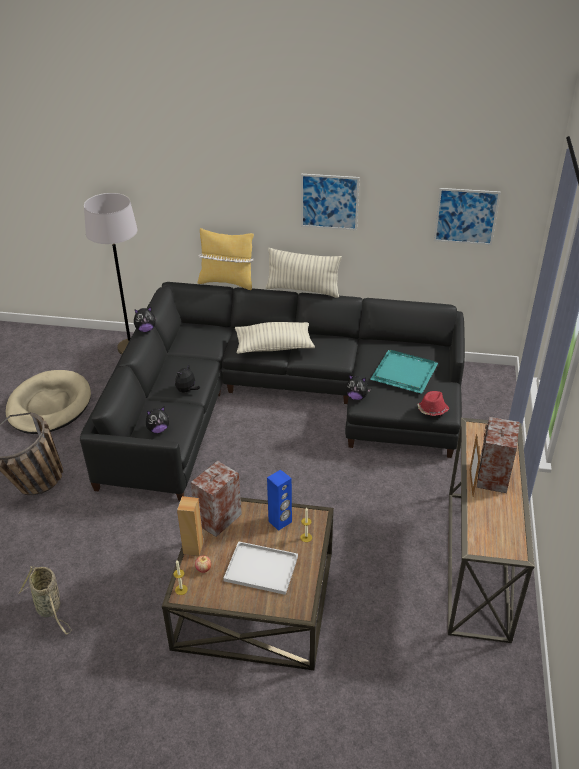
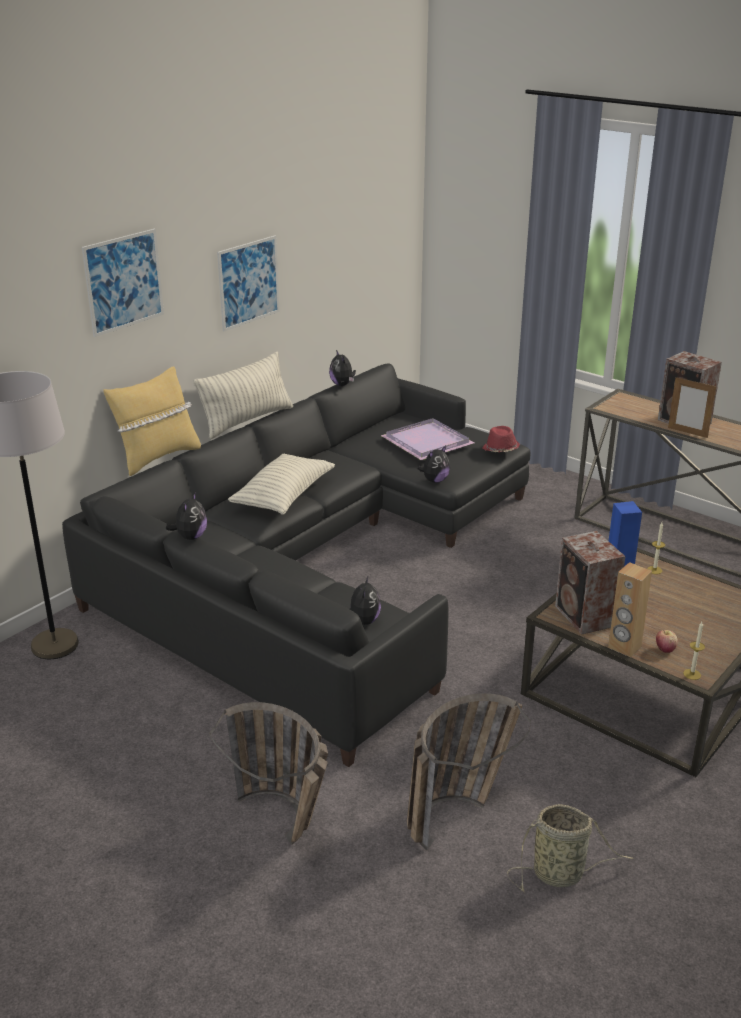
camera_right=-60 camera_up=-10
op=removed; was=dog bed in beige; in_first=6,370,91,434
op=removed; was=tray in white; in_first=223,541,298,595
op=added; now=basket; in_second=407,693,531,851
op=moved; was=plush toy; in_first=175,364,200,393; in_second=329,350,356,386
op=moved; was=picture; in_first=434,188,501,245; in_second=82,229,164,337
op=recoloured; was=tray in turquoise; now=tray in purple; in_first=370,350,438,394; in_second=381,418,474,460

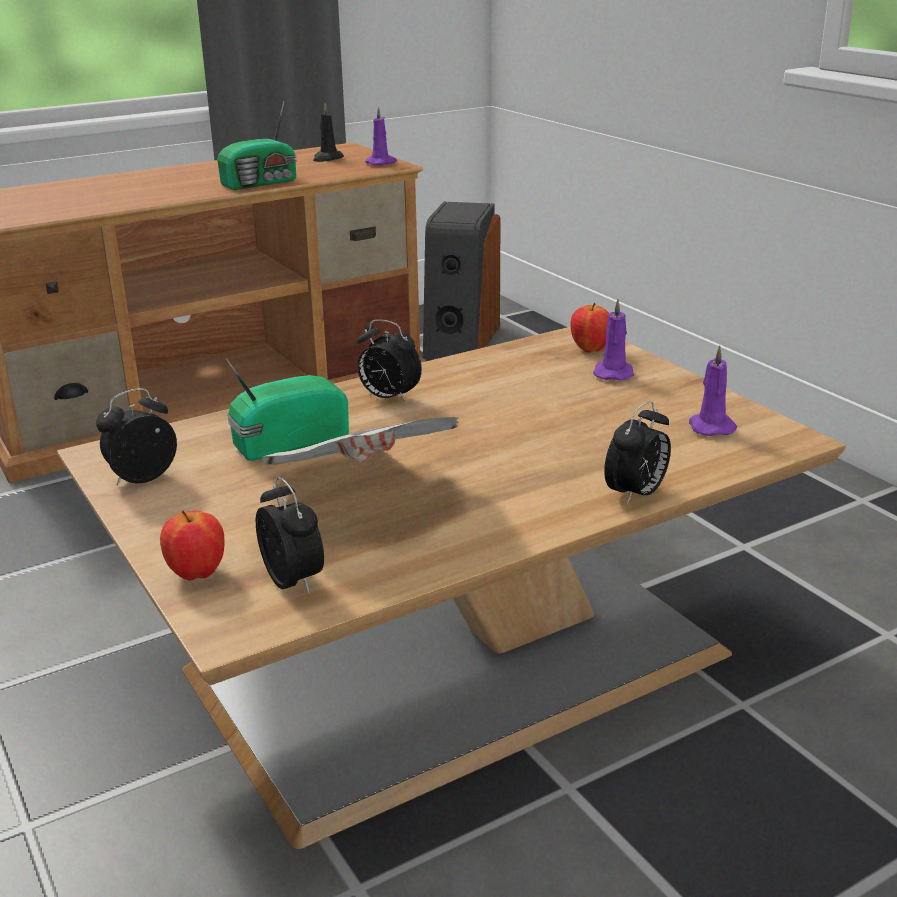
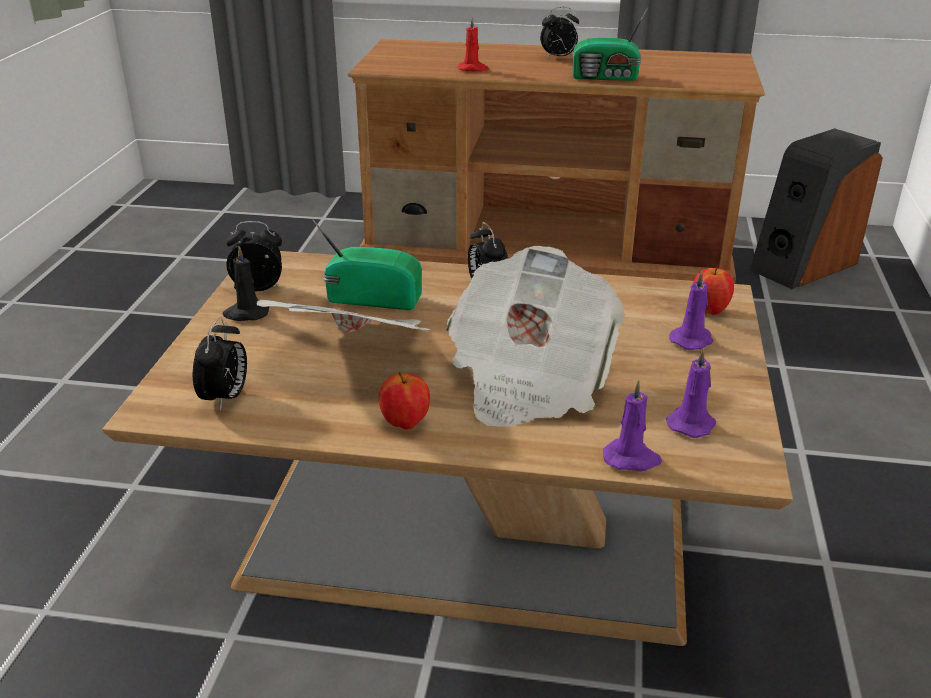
camera_right=40 camera_up=5
op=added; now=newspaper; in_second=447,246,625,427
op=added; now=candle in red; in_second=458,16,489,72
op=moved; was=apple; in_first=160,511,225,581; in_second=379,372,430,430
op=moved; was=candle in black; in_first=313,103,344,162; in_second=223,246,269,321
op=moved; was=candle in purple; in_first=365,106,397,165; in_second=603,380,662,471
op=moved; was=alarm clock; in_first=604,401,671,506; in_second=540,7,579,59

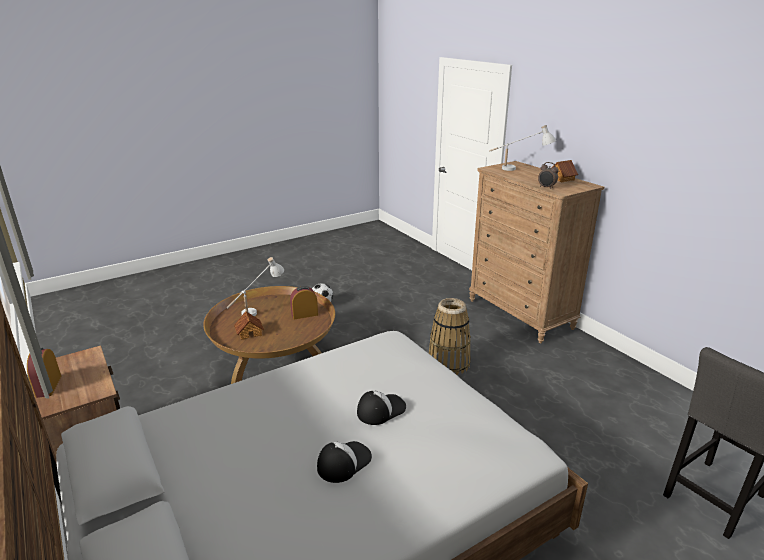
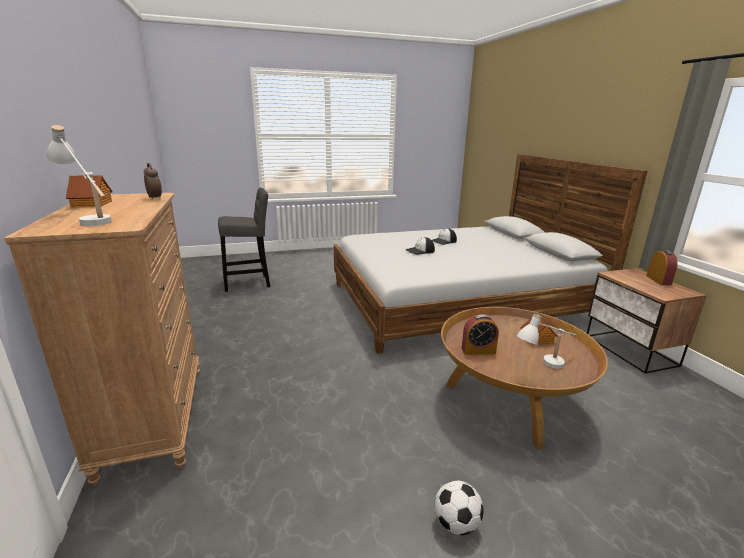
camera_right=-165 camera_up=-5
op=removed; was=basket; in_first=429,298,471,375

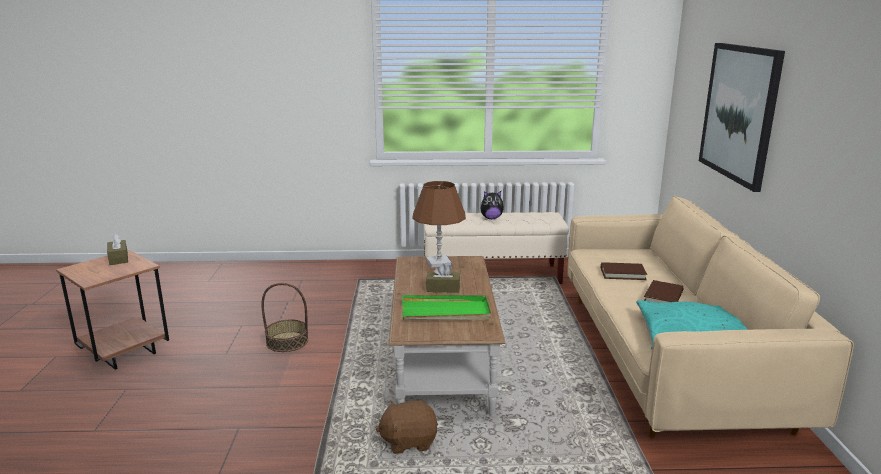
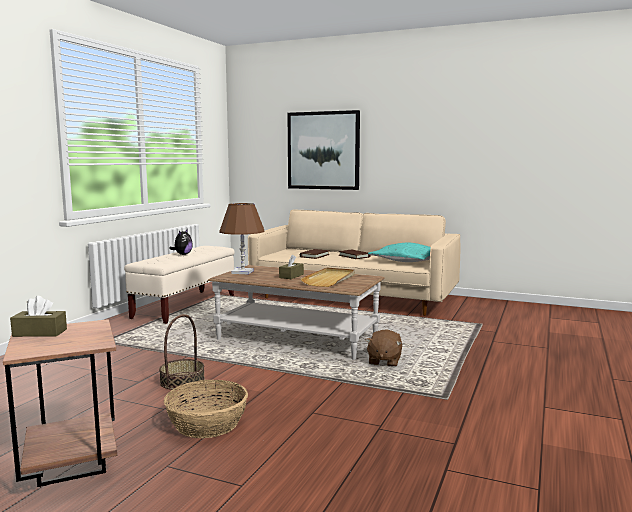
camera_right=-65 camera_up=-10
op=added; now=basket; in_second=164,380,248,438
op=recoloured; was=tray in green; now=tray in beige; in_first=402,295,491,321; in_second=300,267,355,287

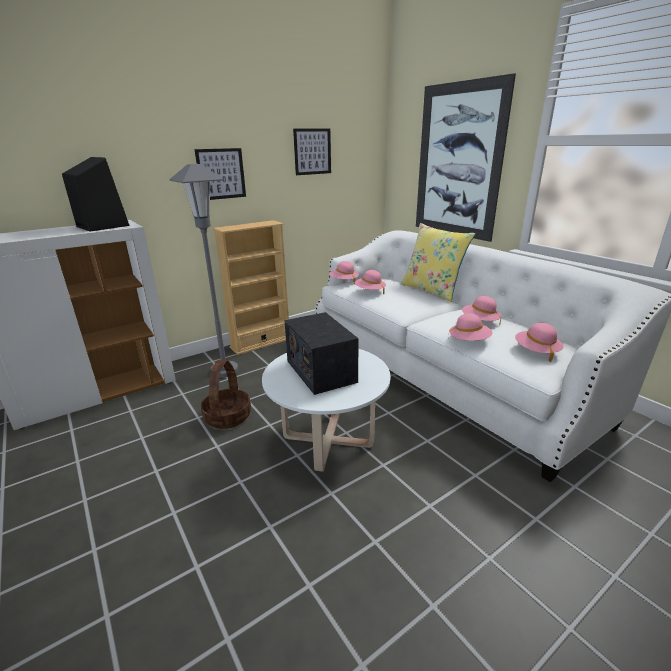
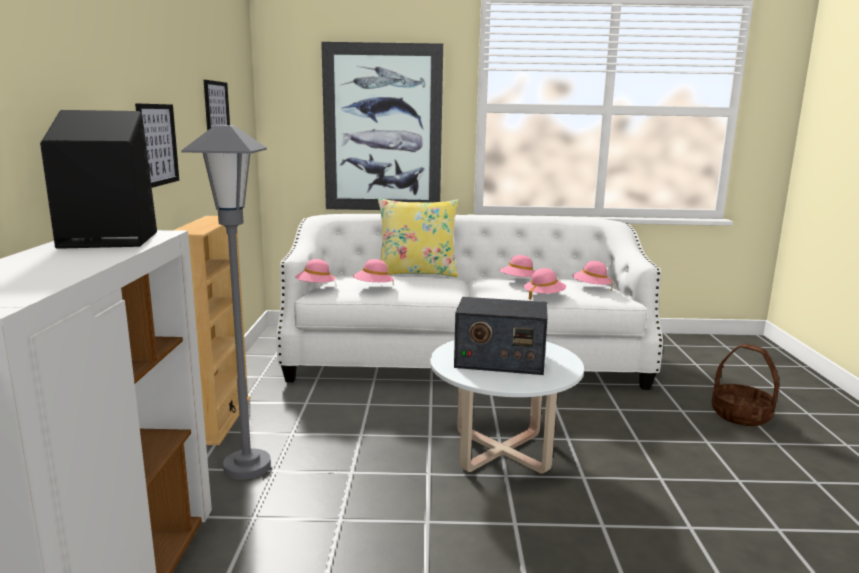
camera_right=-55 camera_up=-10
op=moved; was=basket; in_first=201,360,251,429; in_second=712,344,779,426

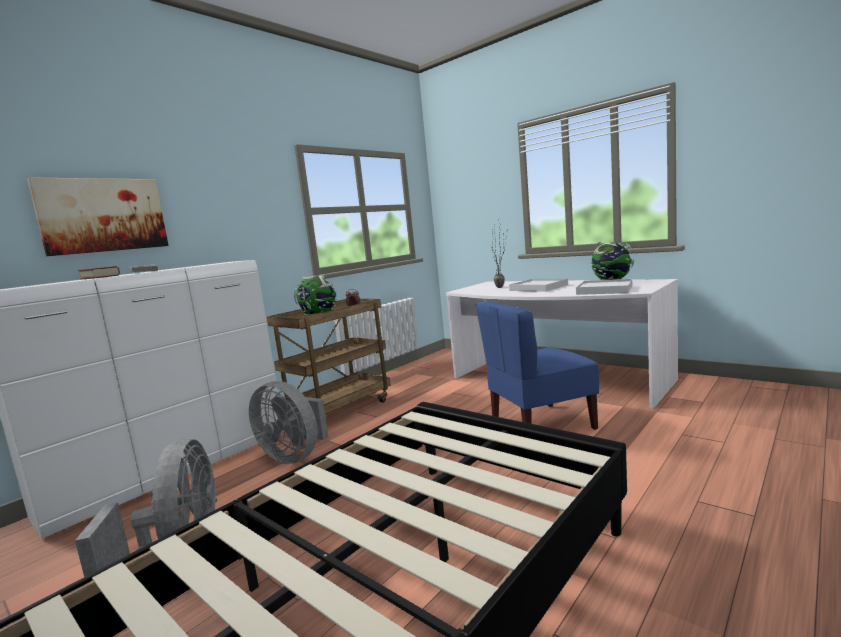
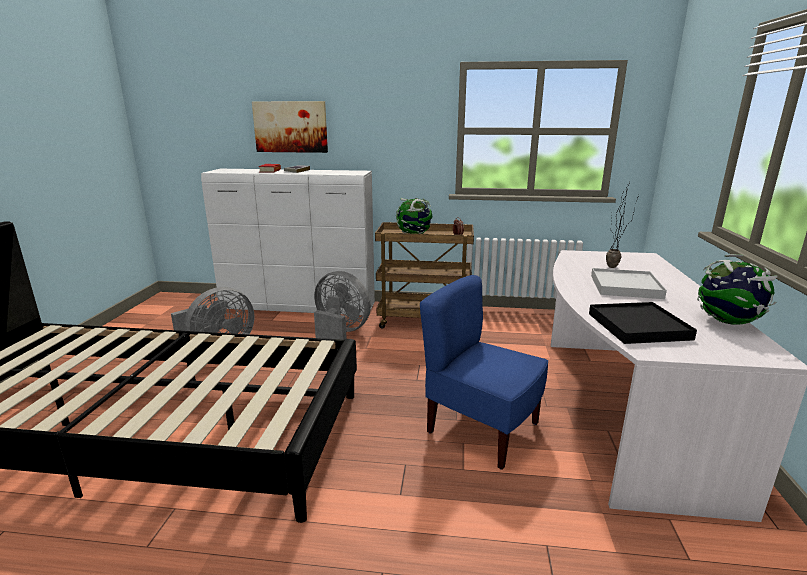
camera_right=55 camera_up=10
op=recoloured; was=tray in white; now=tray in black; in_first=576,279,632,295; in_second=589,302,697,344
op=turned; was=fan in grey; in_first=249,381,328,464; in_second=314,271,371,341; clockwise=120

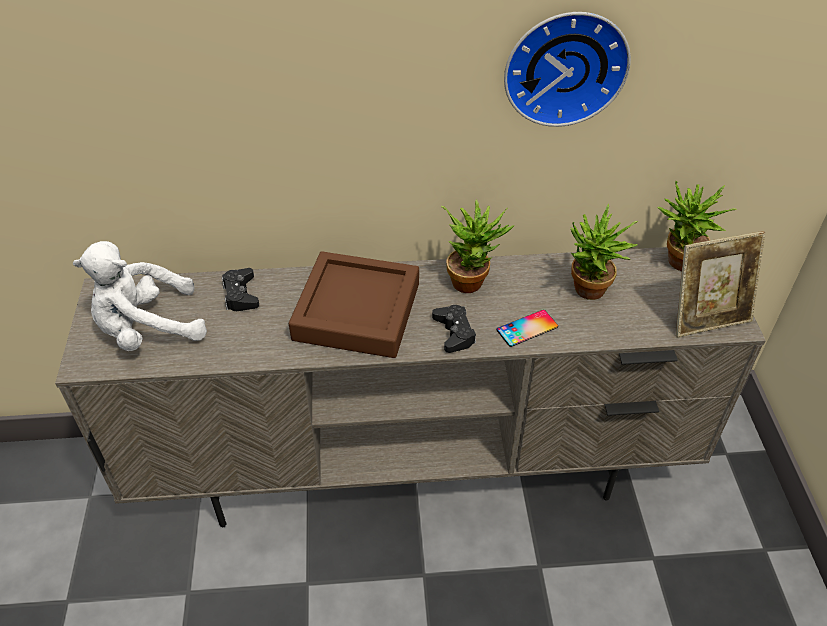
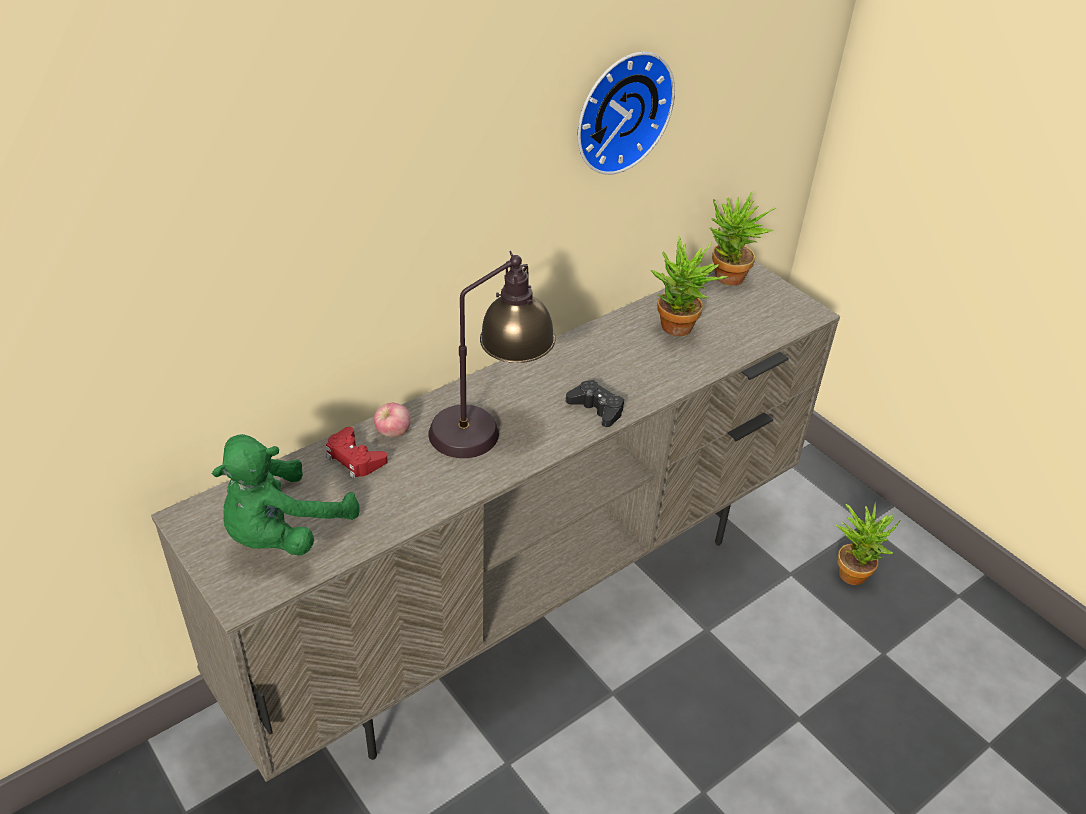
camera_right=-35 camera_up=-5
op=removed; was=phone; in_first=497,310,558,347
op=removed; was=picture frame; in_first=676,231,766,337
op=added; now=apple; in_second=374,403,411,437
op=moved; was=potted plant; in_first=441,200,515,293; in_second=836,502,901,585
op=replaced; was=tray in brown; now=table lamp; in_first=289,251,419,358; in_second=428,251,556,458
op=recoloured; was=plush toy in white; now=plush toy in green; in_first=73,241,207,351; in_second=212,434,360,555
op=recoloured; was=game controller in black; now=game controller in red; in_first=222,268,259,311; in_second=326,427,388,479

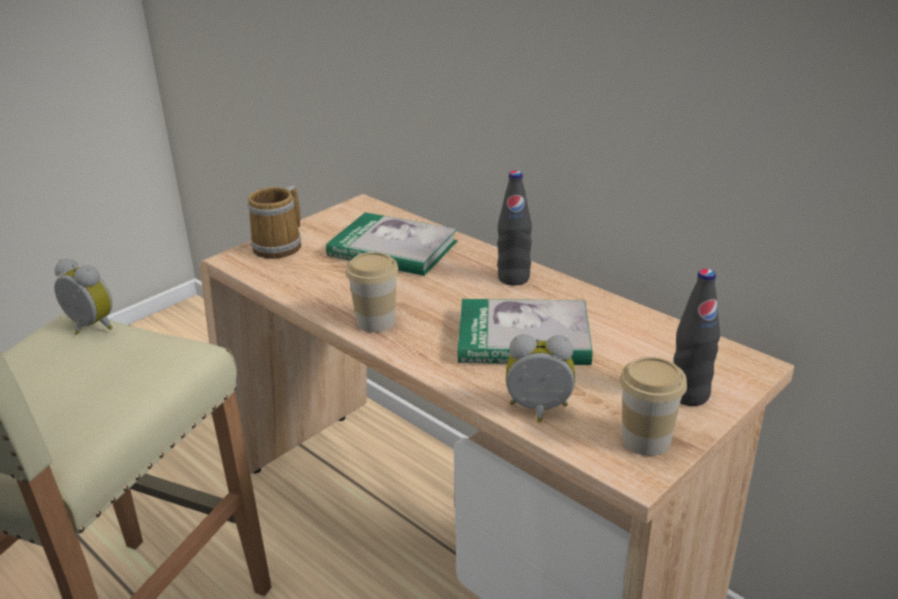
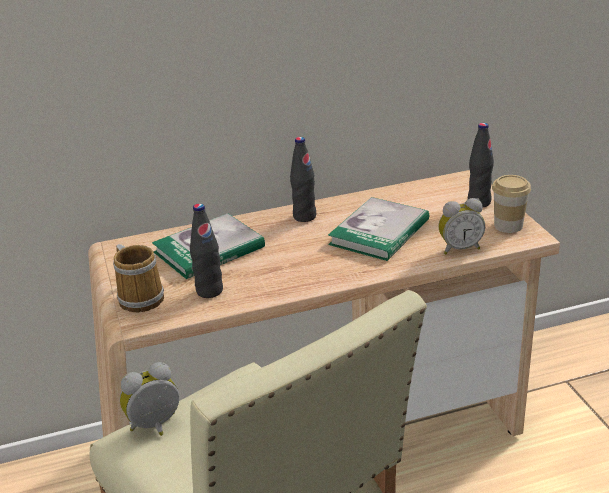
camera_right=-60 camera_up=0
op=removed; was=cup; in_first=346,252,399,332
op=added; now=bottle in black; in_second=190,203,223,298
op=turned; was=alarm clock; in_first=506,334,575,422; in_second=439,198,485,254; clockwise=-135

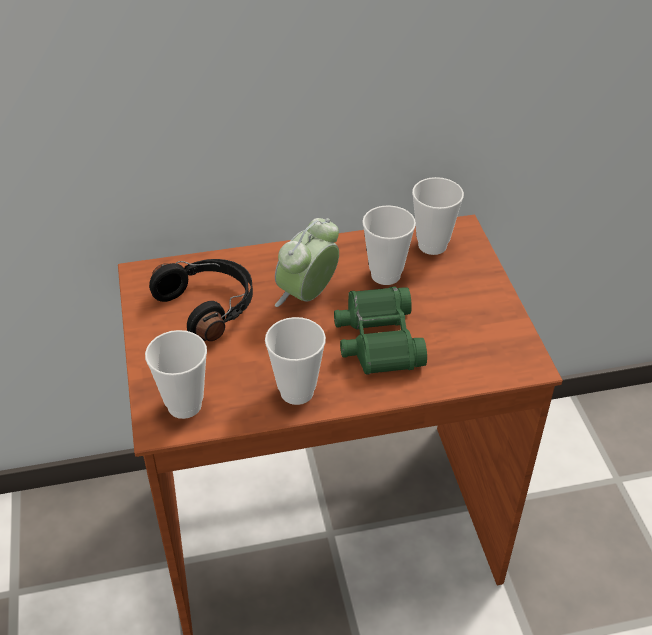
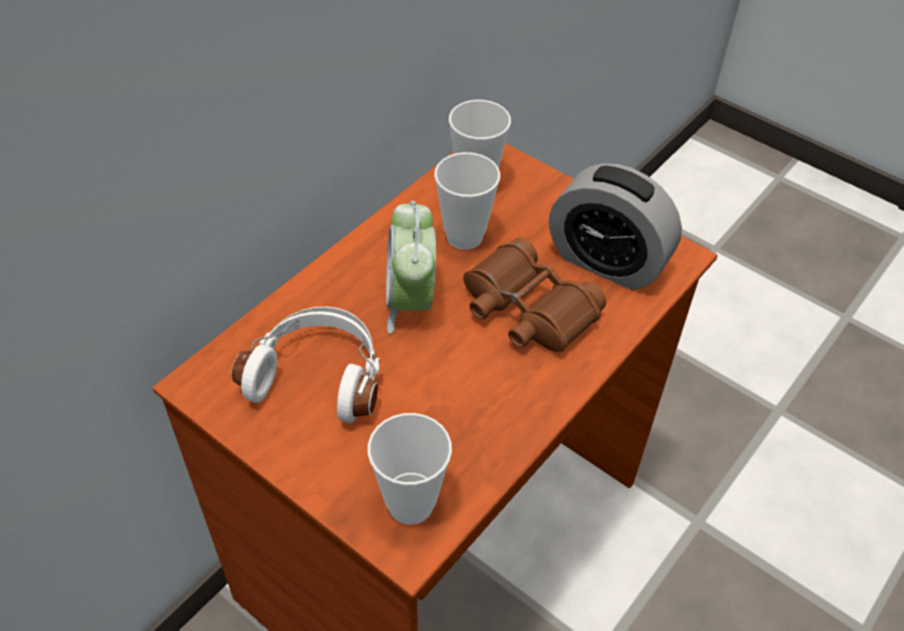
camera_right=-40 camera_up=5
op=removed; was=cup; in_first=265,317,326,405
op=added; now=alarm clock; in_second=549,163,682,290
op=recoloured; was=headphones in black; now=headphones in white; in_first=149,259,253,341; in_second=231,307,380,423
op=recoloured; was=binoculars in green; now=binoculars in brown; in_first=334,287,427,375; in_second=463,237,606,352

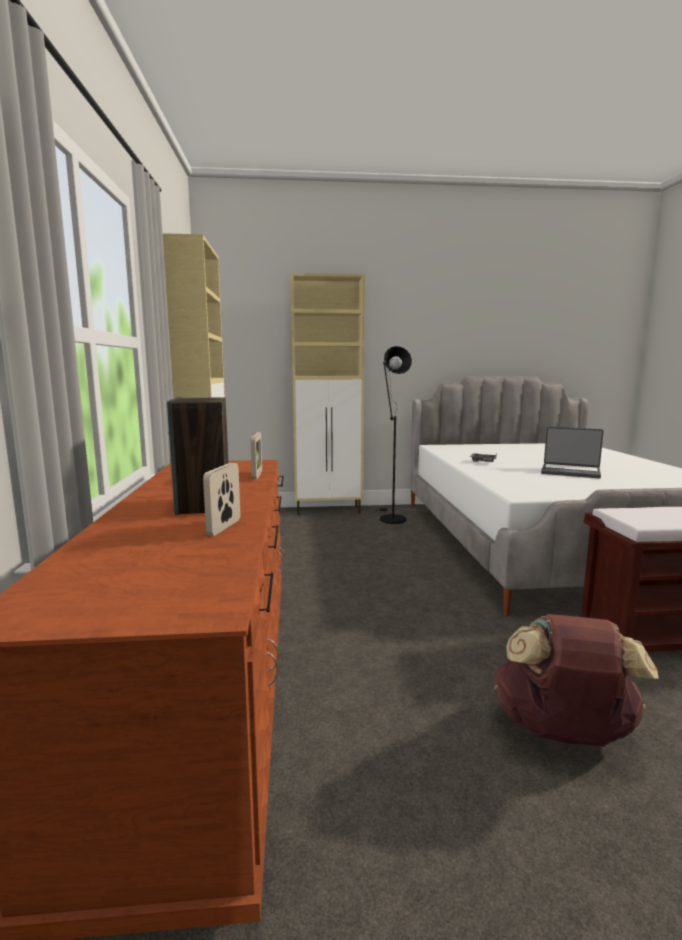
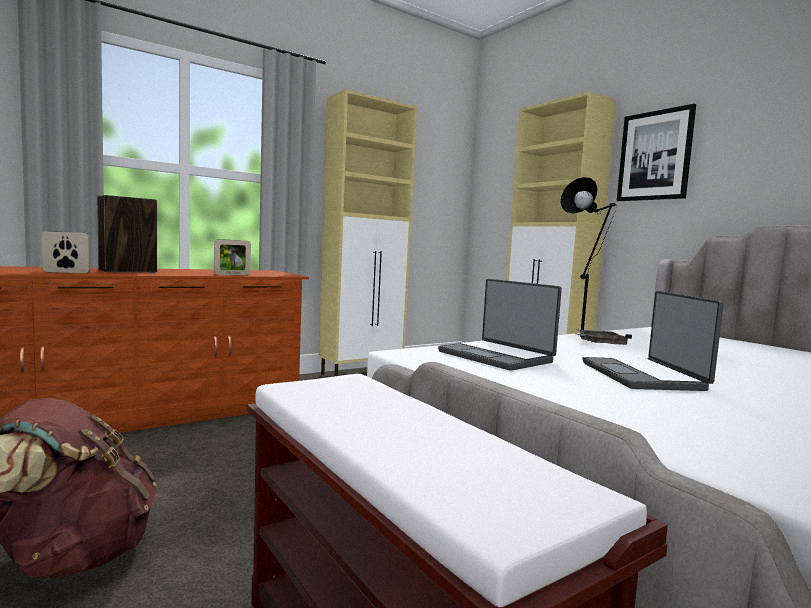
camera_right=60 camera_up=-5
op=added; now=laptop; in_second=438,279,562,371
op=added; now=picture; in_second=617,104,696,201

